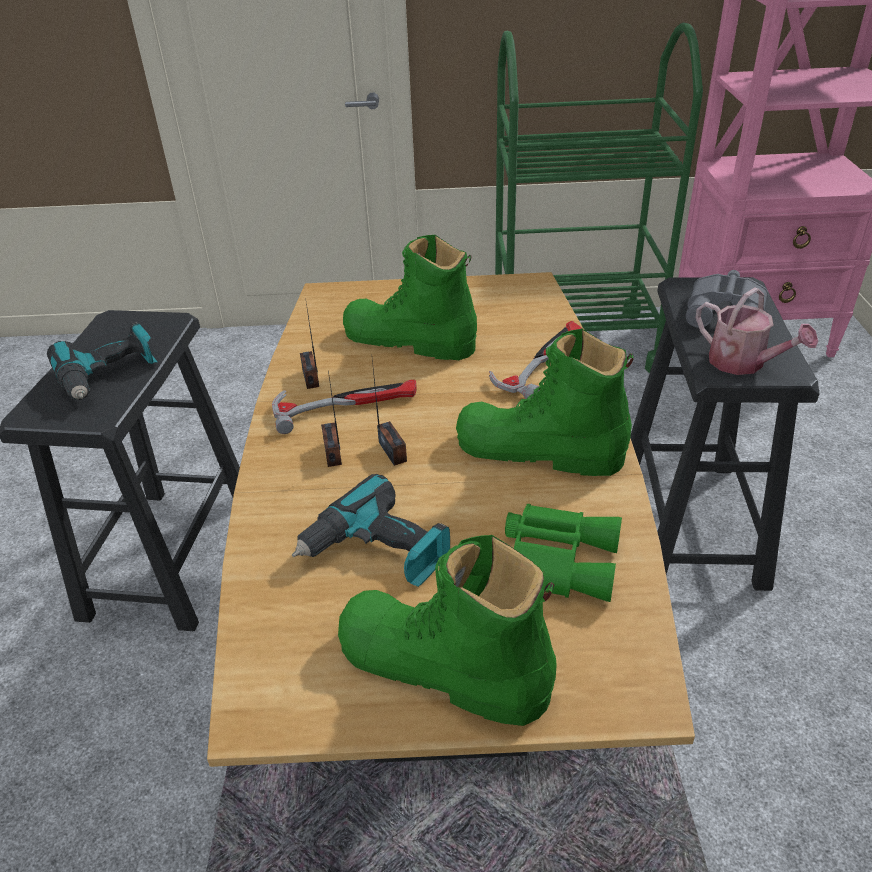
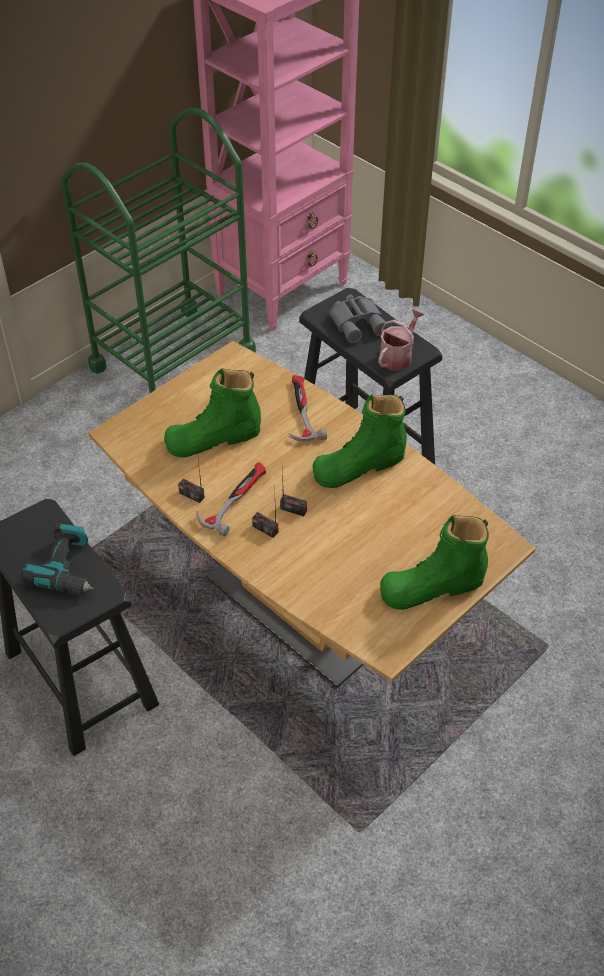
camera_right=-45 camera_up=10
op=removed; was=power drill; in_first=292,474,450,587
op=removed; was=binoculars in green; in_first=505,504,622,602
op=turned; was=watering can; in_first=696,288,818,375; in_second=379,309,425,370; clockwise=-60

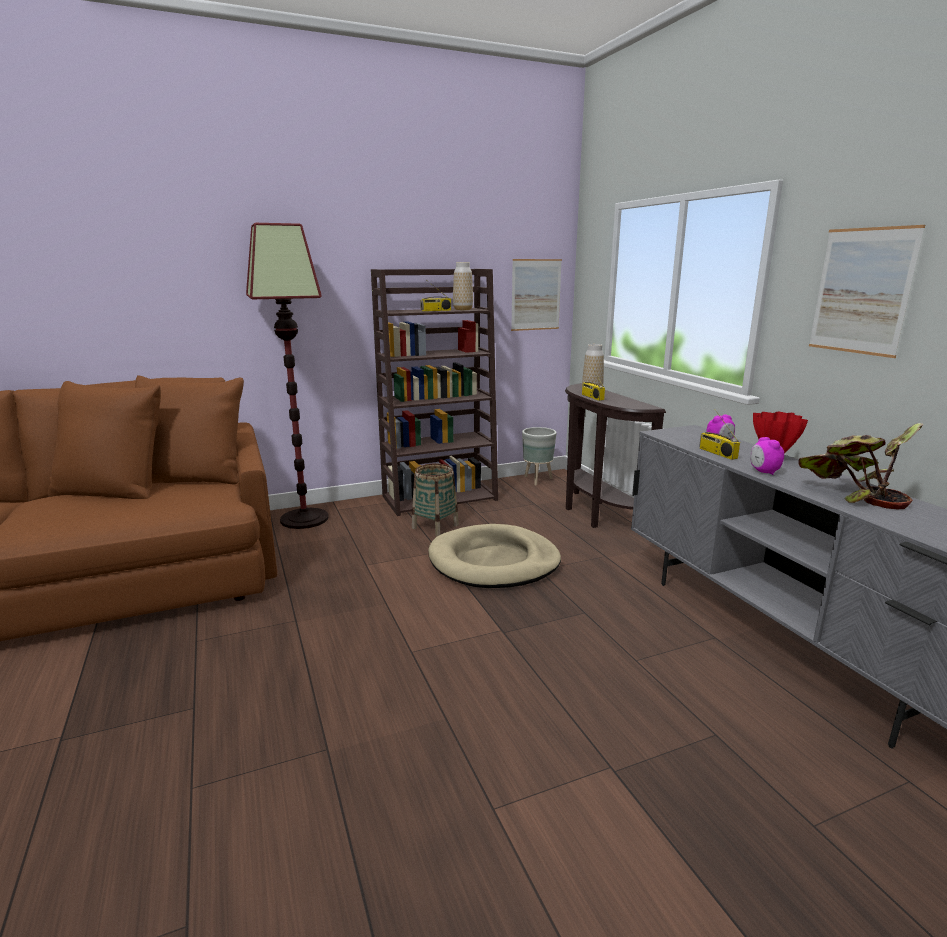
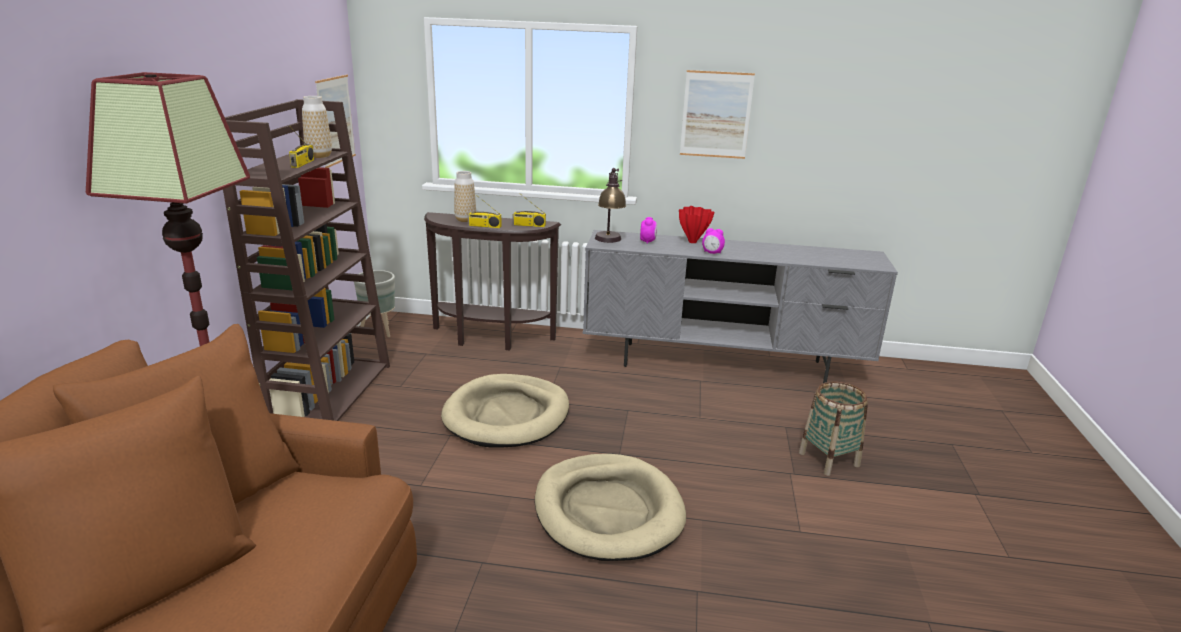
camera_right=-60 camera_up=5
op=removed; was=potted plant; in_first=798,423,923,509
op=added; now=dog bed in beige; in_second=535,454,686,561
op=added; now=table lamp; in_second=595,168,626,243
op=moved; was=basket; in_first=412,464,459,536; in_second=799,382,868,476
op=moved; was=radio; in_first=699,409,740,460; in_second=512,195,546,227

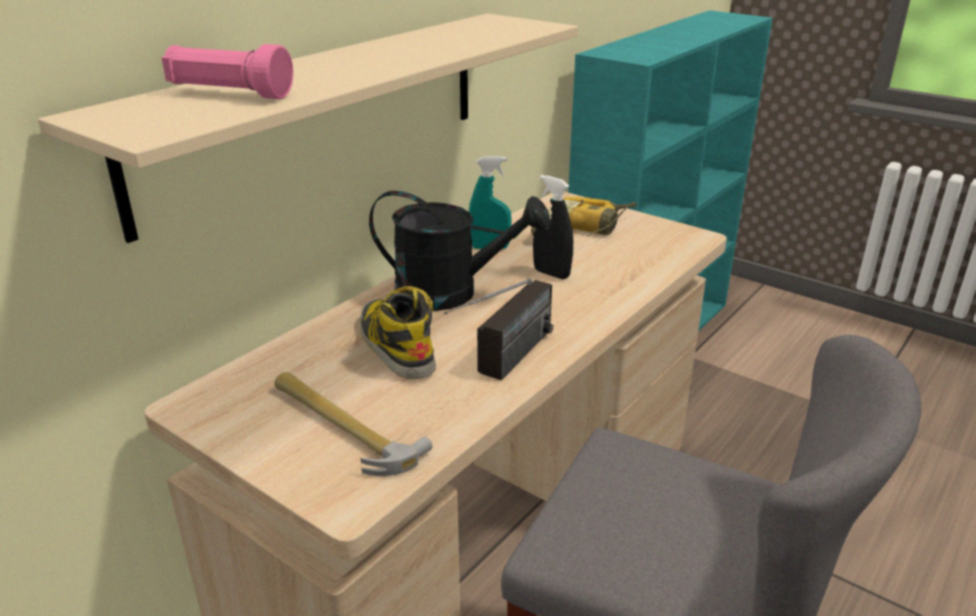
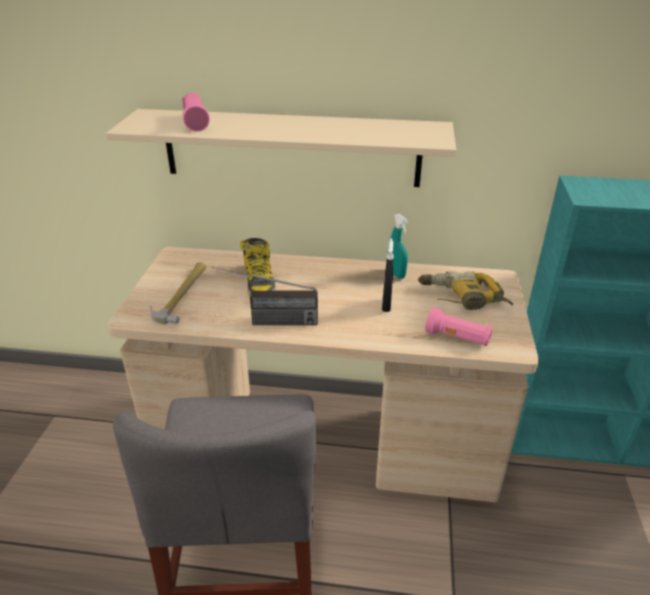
camera_right=60 camera_up=5
op=removed; was=watering can in black; in_first=369,190,550,311
op=added; now=flashlight in pink; in_second=425,307,492,346
op=turned; was=boot; in_first=360,286,436,379; in_second=240,238,276,298; clockwise=135

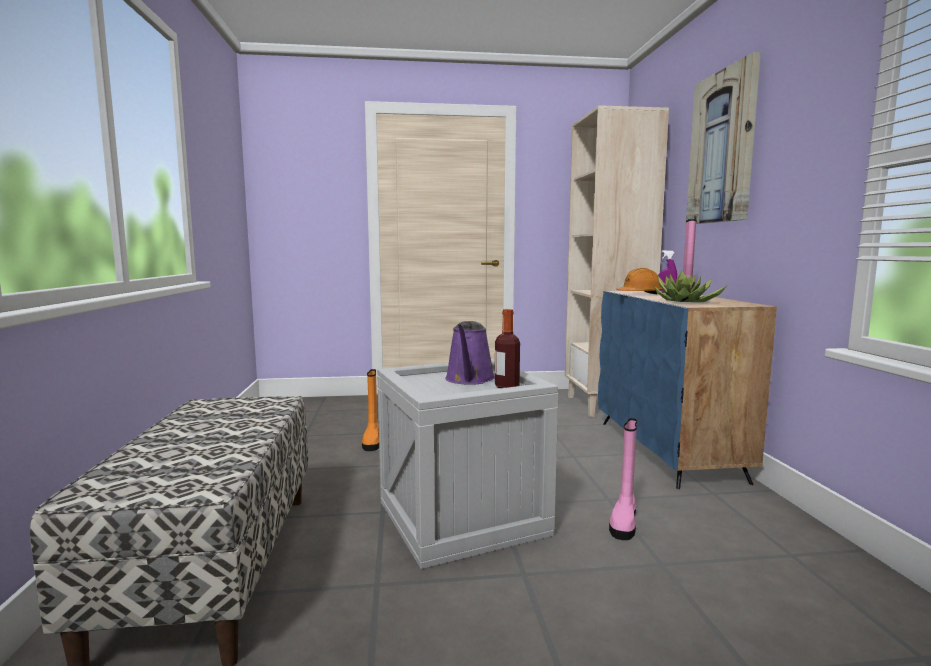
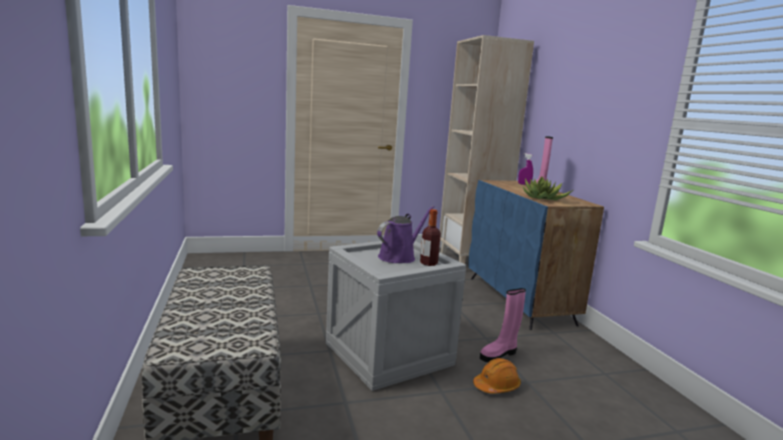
camera_right=-10 camera_up=5
op=removed; was=boot in orange; in_first=362,369,379,451
op=removed; was=picture; in_first=686,52,761,224
op=moved; was=hard hat in orange; in_first=616,268,663,295; in_second=473,358,521,394
op=turned; was=watering can in purple; in_first=445,321,495,385; in_second=377,206,435,263; clockwise=-135
op=turned; was=boot in pink; in_first=609,418,637,540; in_second=480,288,526,362; clockwise=45

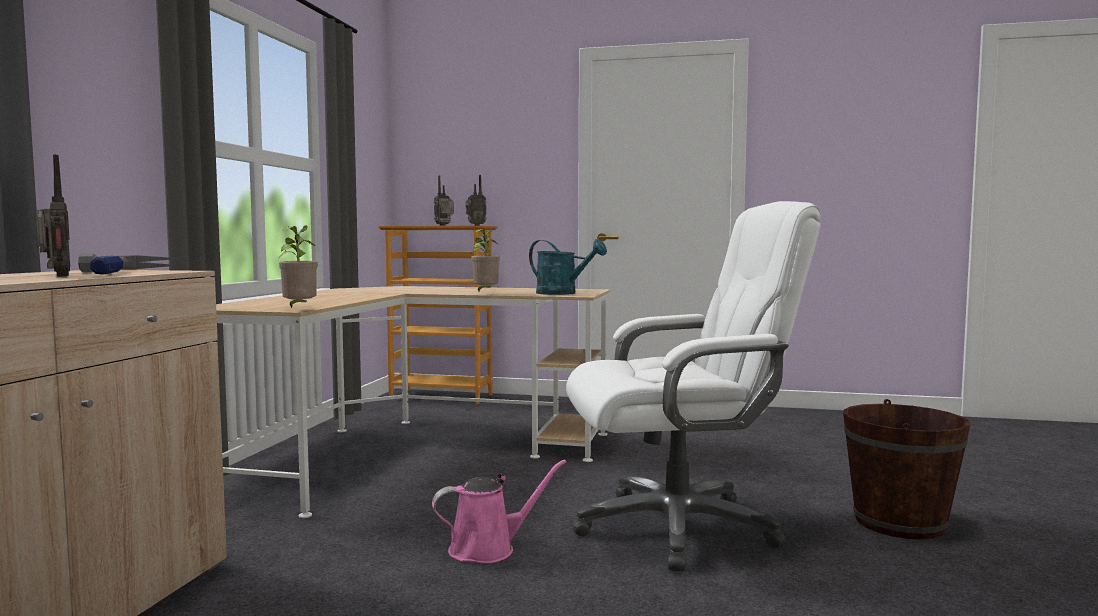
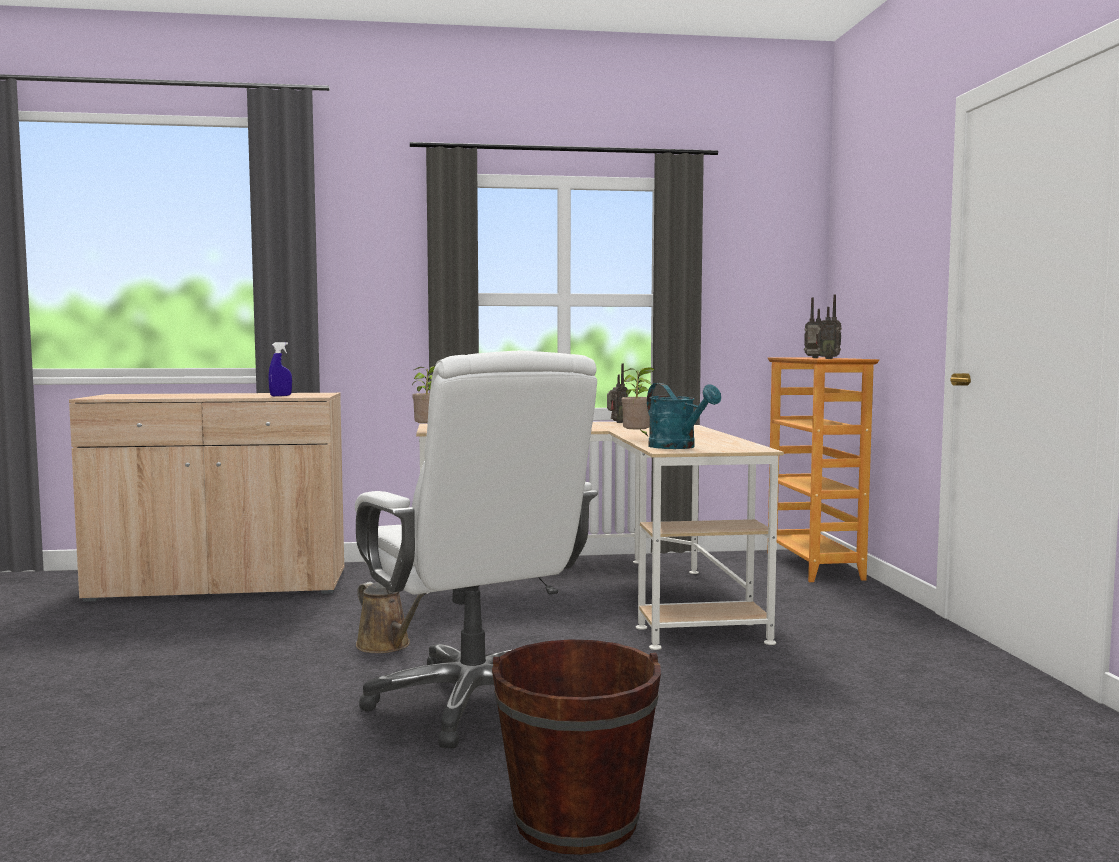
camera_right=70 camera_up=0
op=moved; was=radio; in_first=35,155,70,276; in_second=607,363,628,423
op=replaced; was=hammer; now=spray bottle in blue; in_first=78,253,174,275; in_second=268,342,292,396
op=recoloured; was=watering can in pink; now=watering can in brown; in_first=432,460,566,563; in_second=356,582,426,653
op=turned; was=watering can in turquoise; in_first=529,239,607,295; in_second=647,383,721,449; clockwise=-45

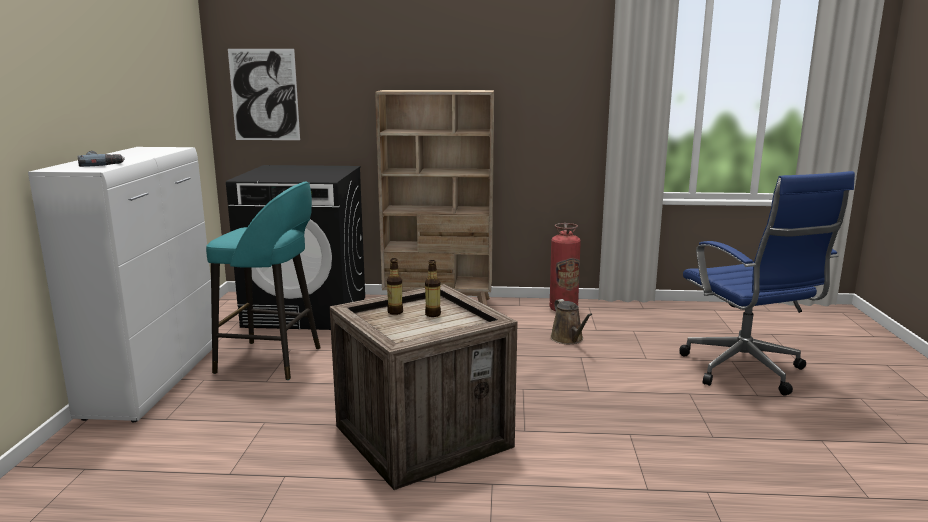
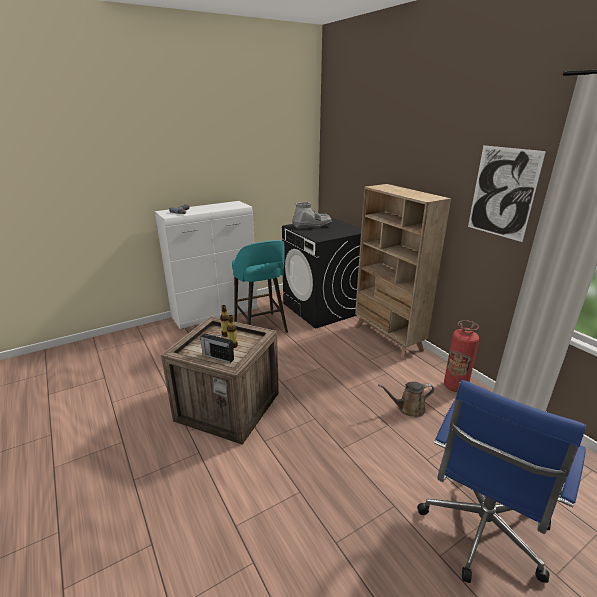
camera_right=55 camera_up=10
op=added; now=radio; in_second=200,333,234,363
op=added; now=boot in grey; in_second=292,202,332,229
op=moved; was=picture; in_first=228,49,300,140; in_second=468,145,546,242
op=turned; was=watering can in brown; in_first=550,299,592,344; in_second=378,381,434,417; clockwise=45

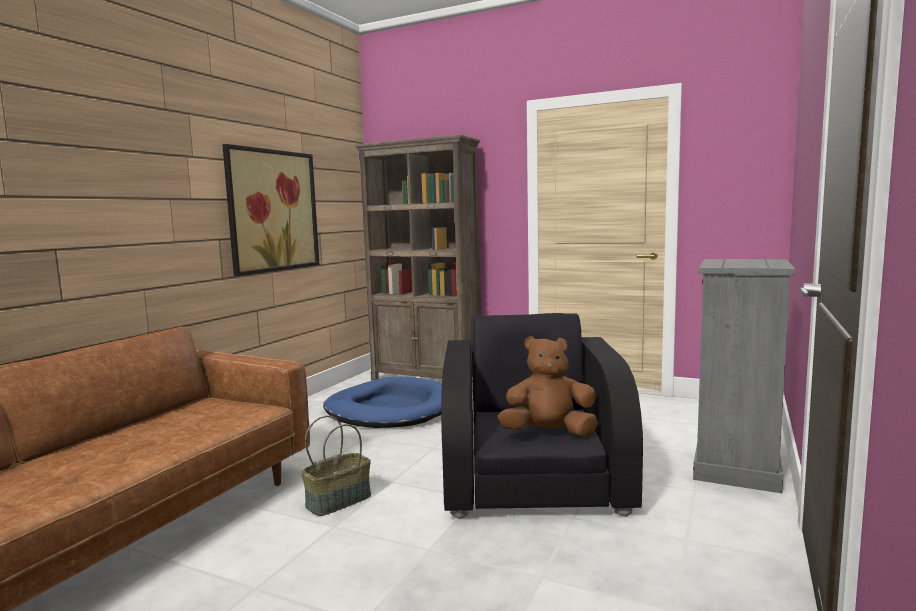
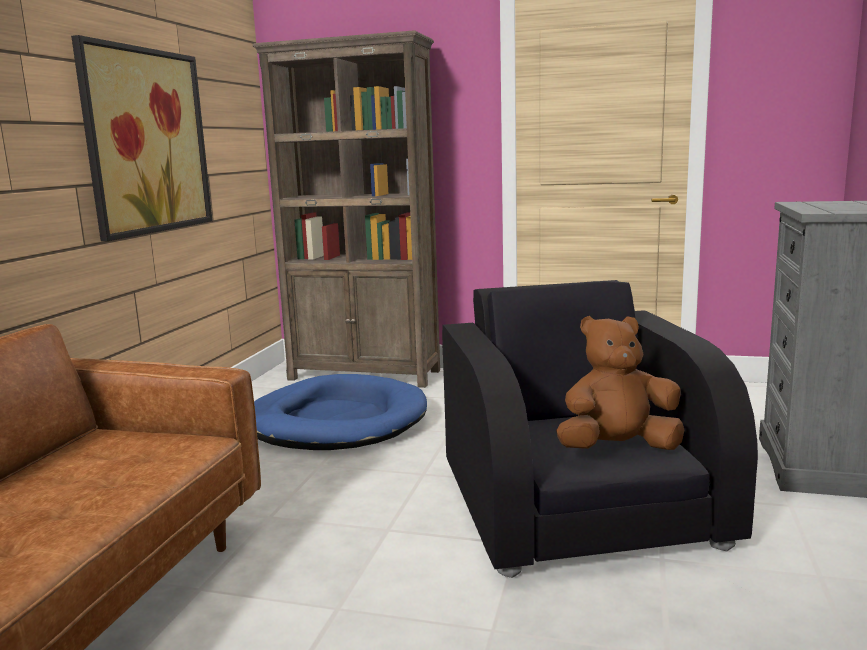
camera_right=-10 camera_up=5
op=removed; was=basket; in_first=301,415,371,516

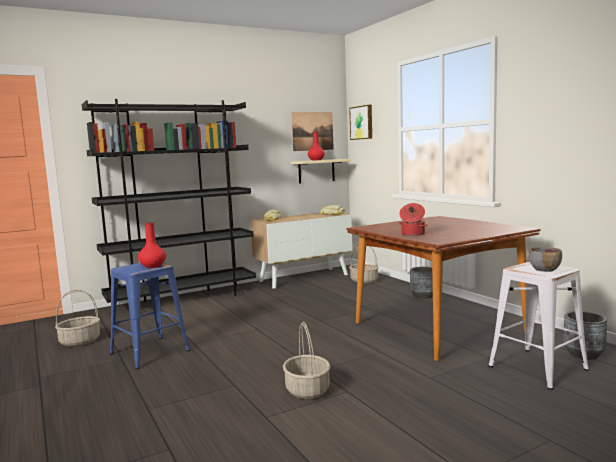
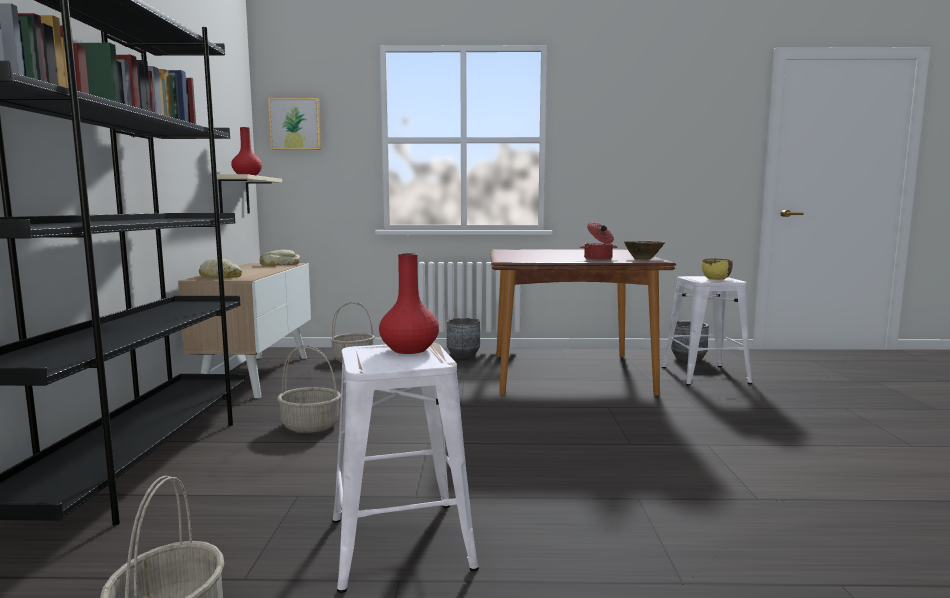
camera_right=-60 camera_up=0
op=removed; was=picture; in_first=291,112,334,151
op=added; now=bowl in brown; in_second=624,241,665,259
op=moved; was=basket; in_first=283,322,330,399; in_second=277,345,341,433
op=recoloured; was=stool in blue; now=stool in white; in_first=110,263,190,369; in_second=332,342,479,593
op=recoloured; was=bowl in grey; now=bowl in yellow; in_first=529,247,562,272; in_second=702,258,733,280

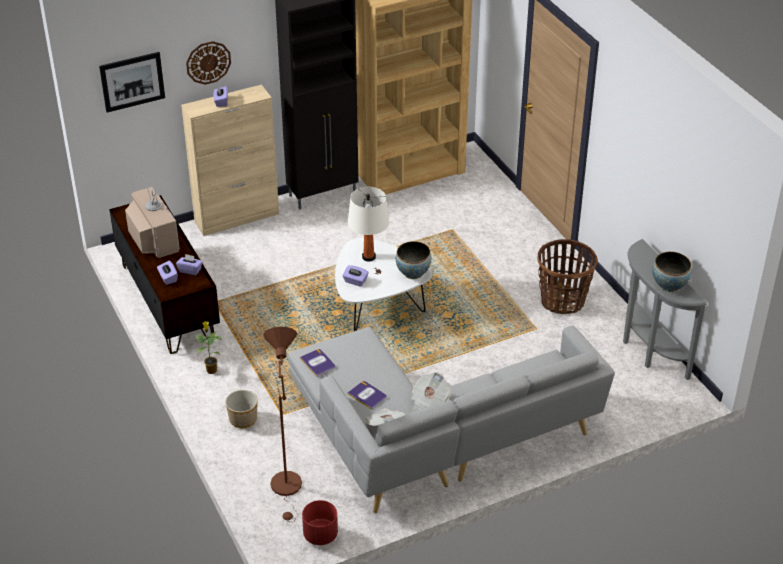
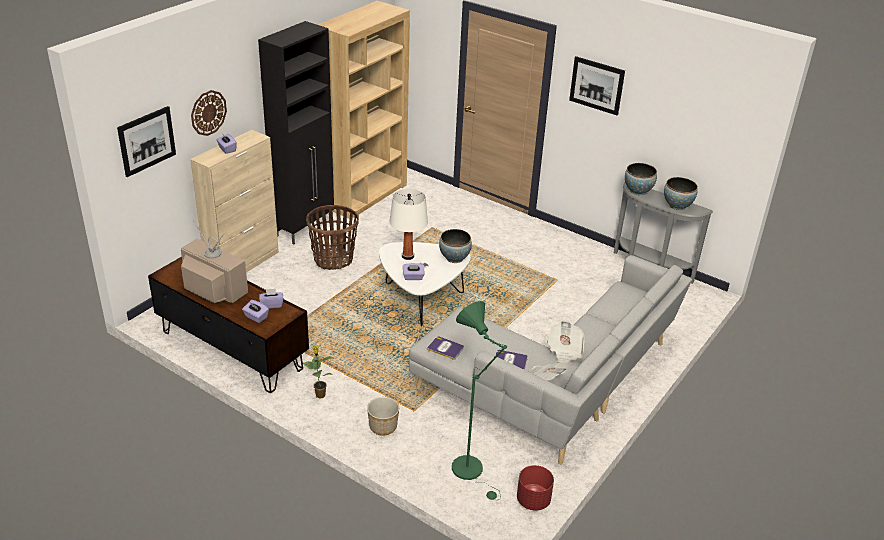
camera_right=-30 camera_up=-5
op=added; now=picture; in_second=569,56,625,115
op=added; now=bowl; in_second=625,163,657,195
op=moved; was=basket; in_first=538,239,598,314; in_second=306,205,359,270
op=recoloured; was=floor lamp in brown; now=floor lamp in green; in_first=263,327,302,520; in_second=452,301,507,500

